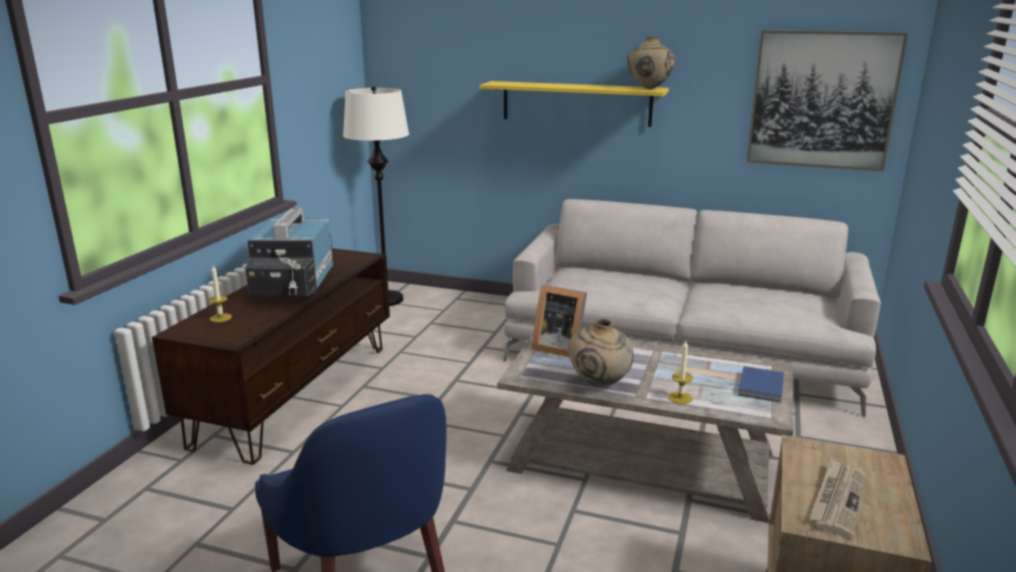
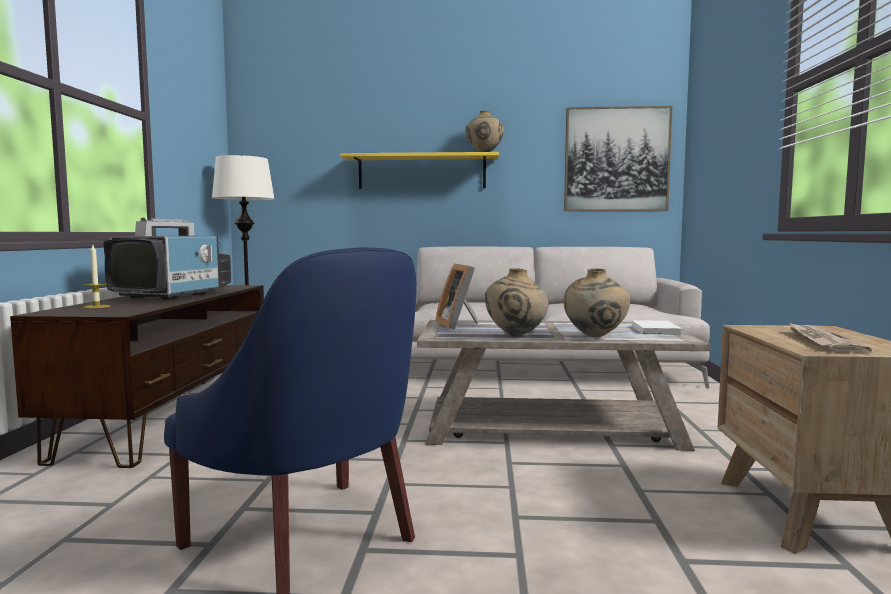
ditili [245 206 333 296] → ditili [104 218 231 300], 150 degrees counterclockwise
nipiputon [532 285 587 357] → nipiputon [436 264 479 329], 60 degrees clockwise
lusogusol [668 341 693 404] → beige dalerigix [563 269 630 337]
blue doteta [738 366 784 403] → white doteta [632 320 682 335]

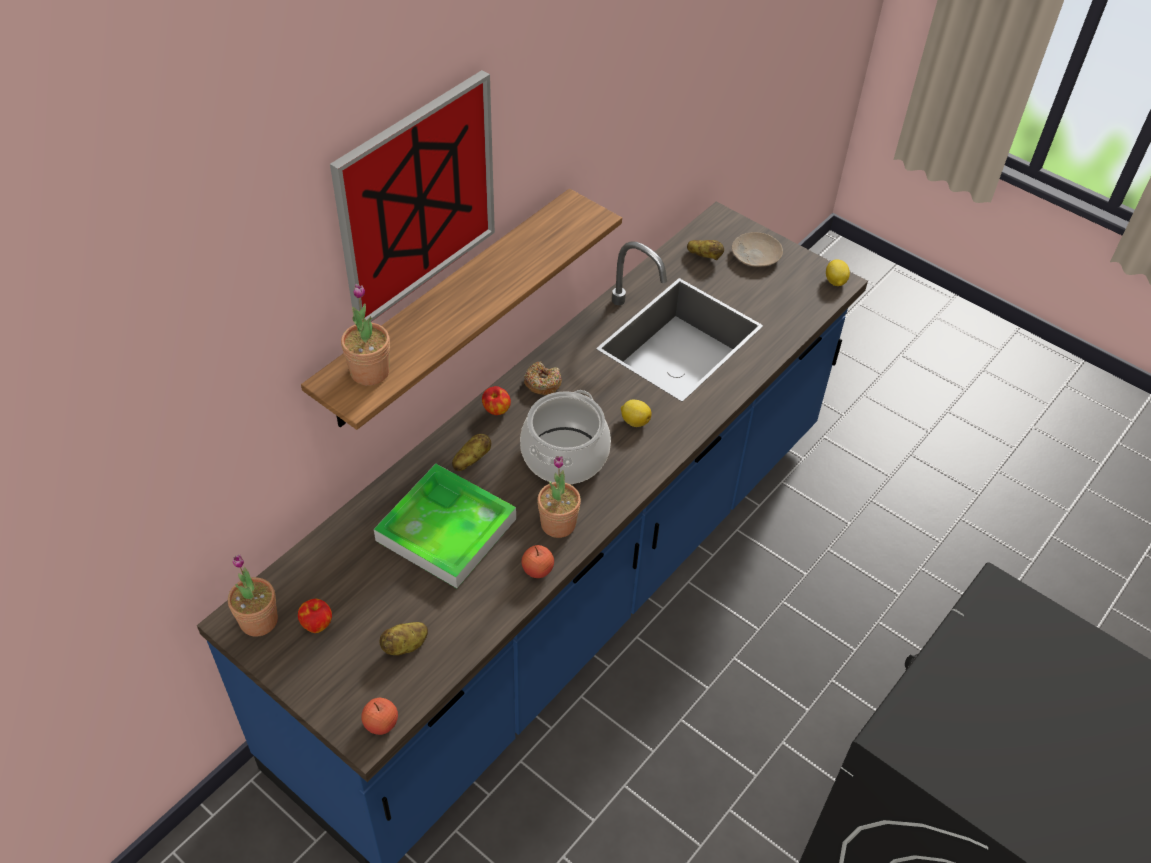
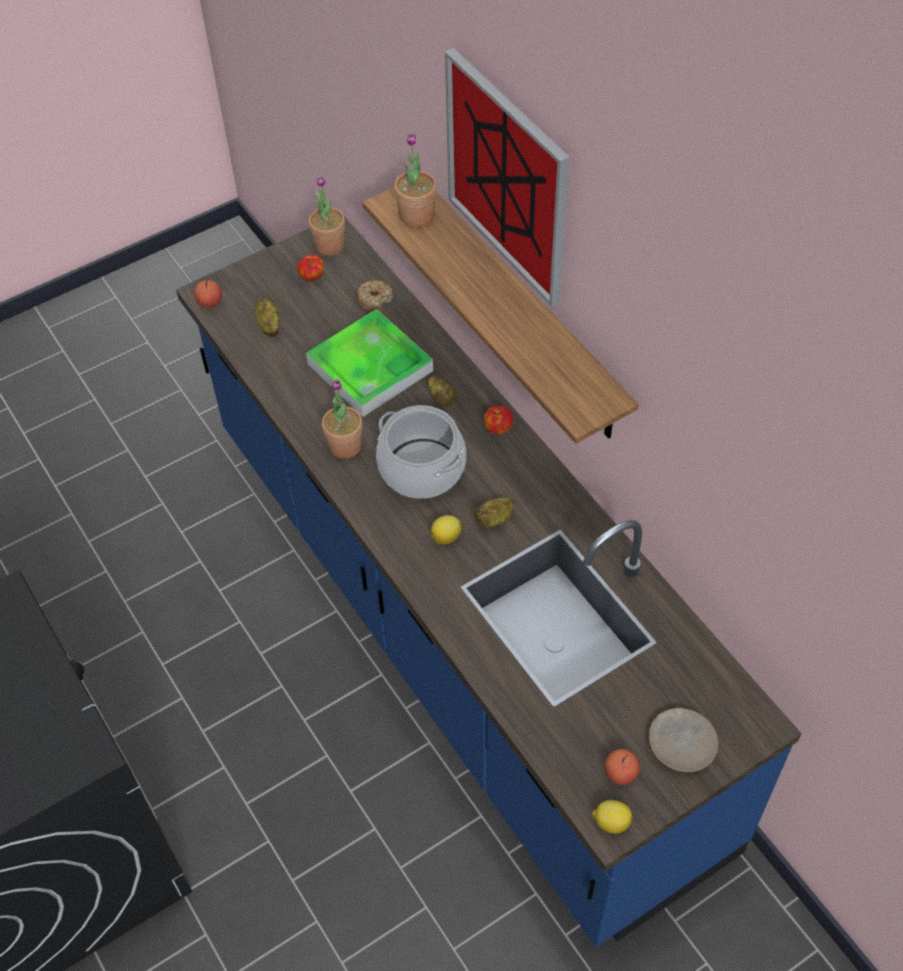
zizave [524 361 562 395] → zizave [356 280 393 312], moved
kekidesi [687 240 724 260] → kekidesi [475 497 514 528], moved
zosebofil [521 545 554 578] → zosebofil [604 749 640 785], moved

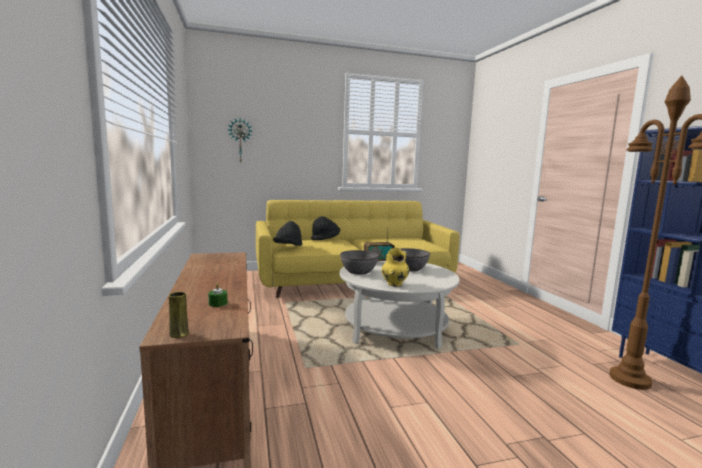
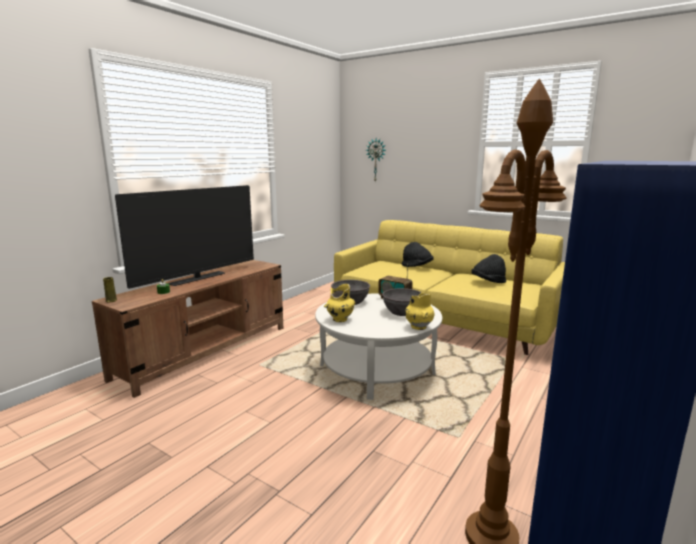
- → ditili [115 185 254 289]
- → yellow dalerigix [405 292 434 330]
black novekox [273 221 302 246] → black novekox [472 254 506 283], moved

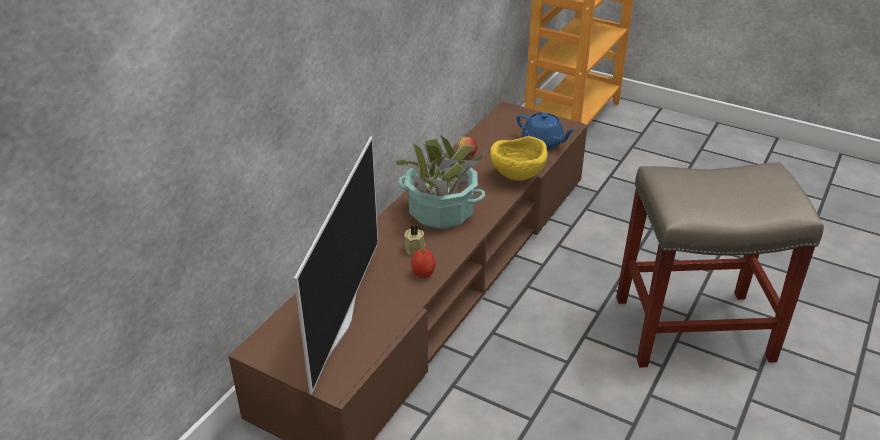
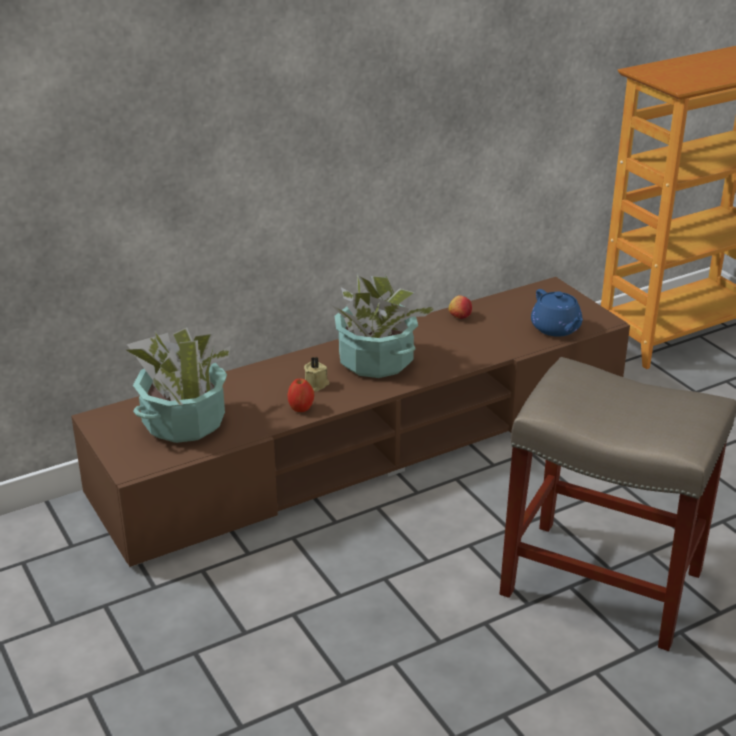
ditili [294 136 378 394] → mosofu [124 327 231 443]
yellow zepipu [490 136 548 181] → -

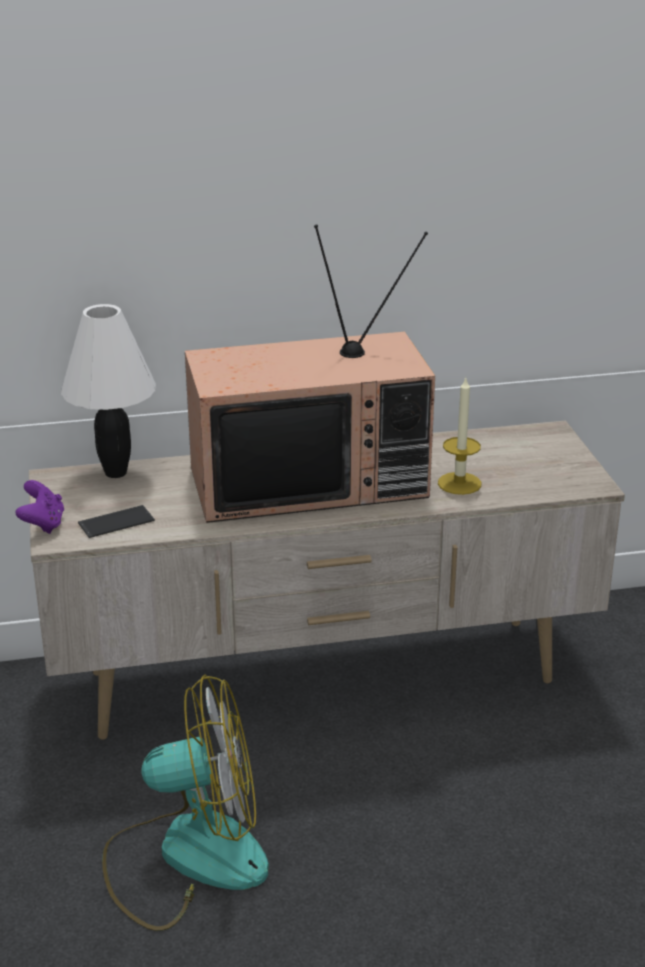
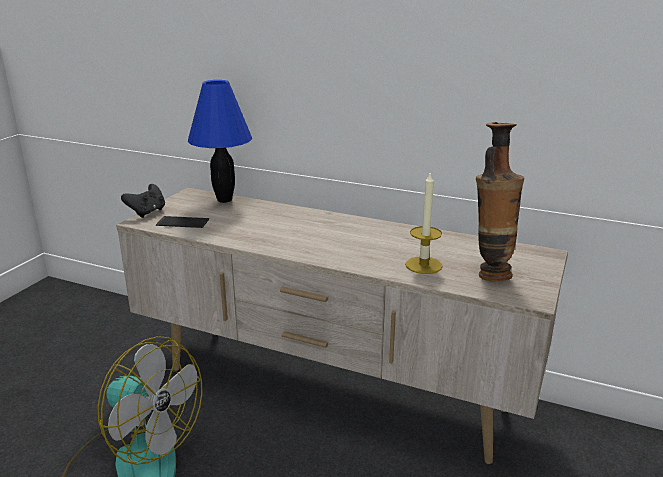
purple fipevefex [15 480 64 534] → black fipevefex [121 184 165 218]
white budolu [61 304 156 478] → blue budolu [188 80 252 203]
- → dalerigix [476 122 524 282]
ditili [185 224 435 523] → -

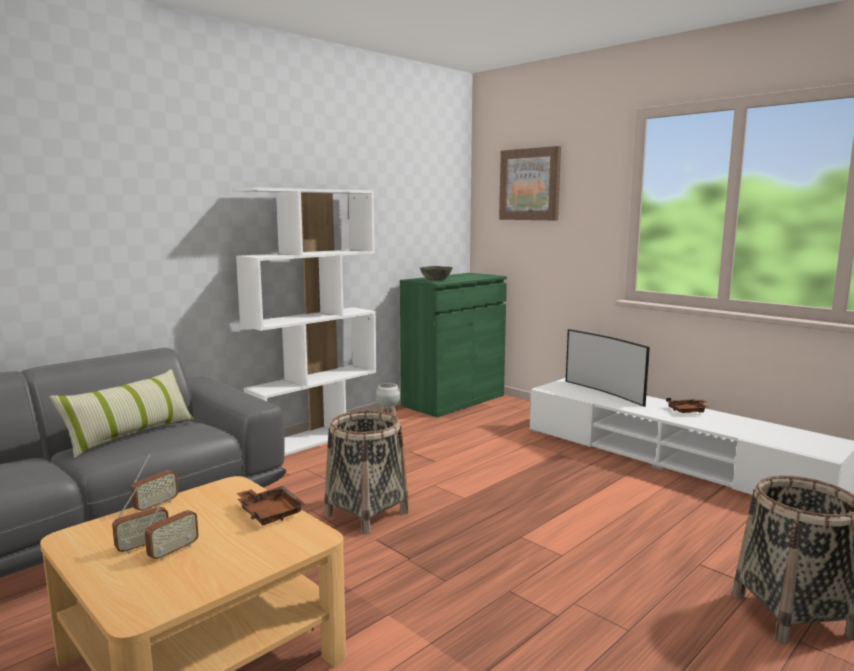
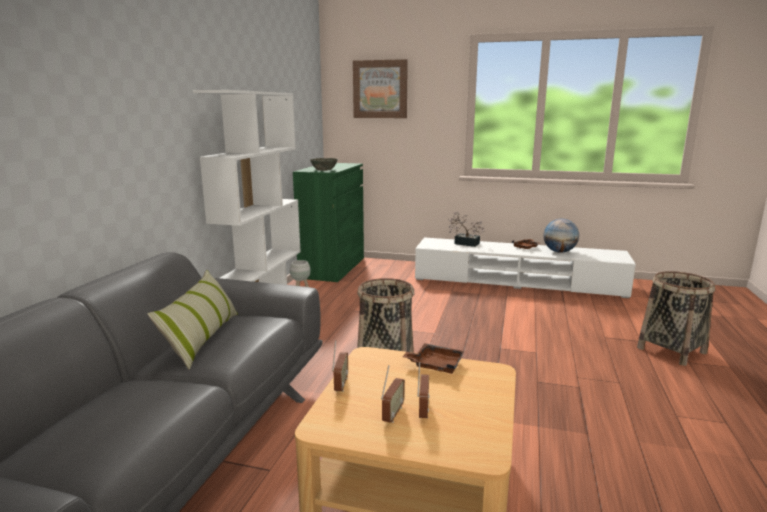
ditili [566 329 650 407] → mosofu [448 212 485 247]
- → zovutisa [543 219 579 253]

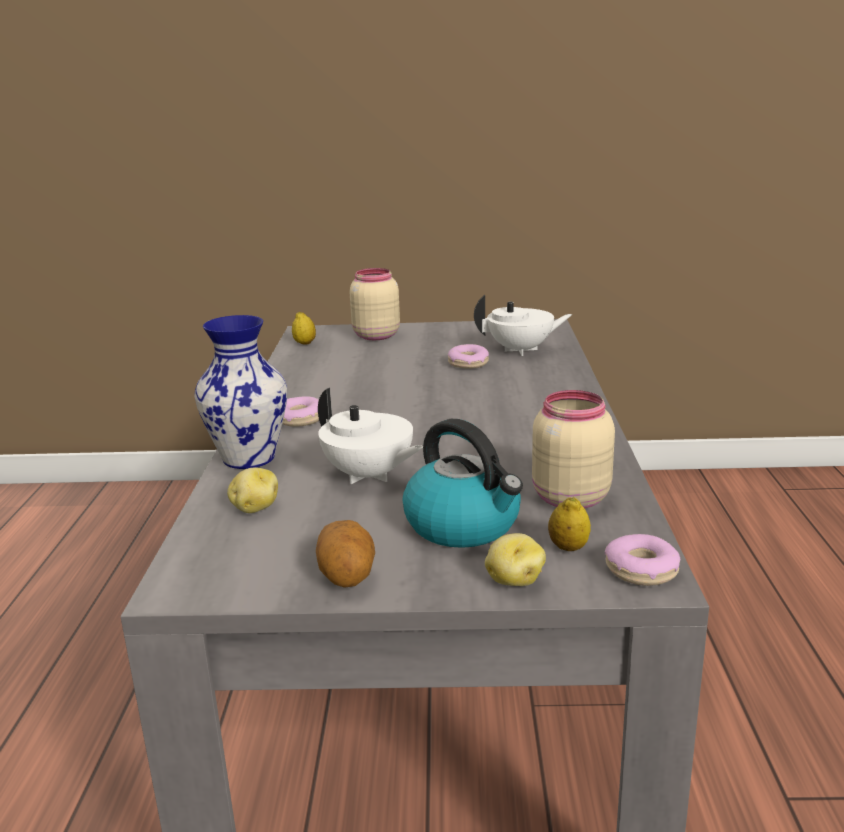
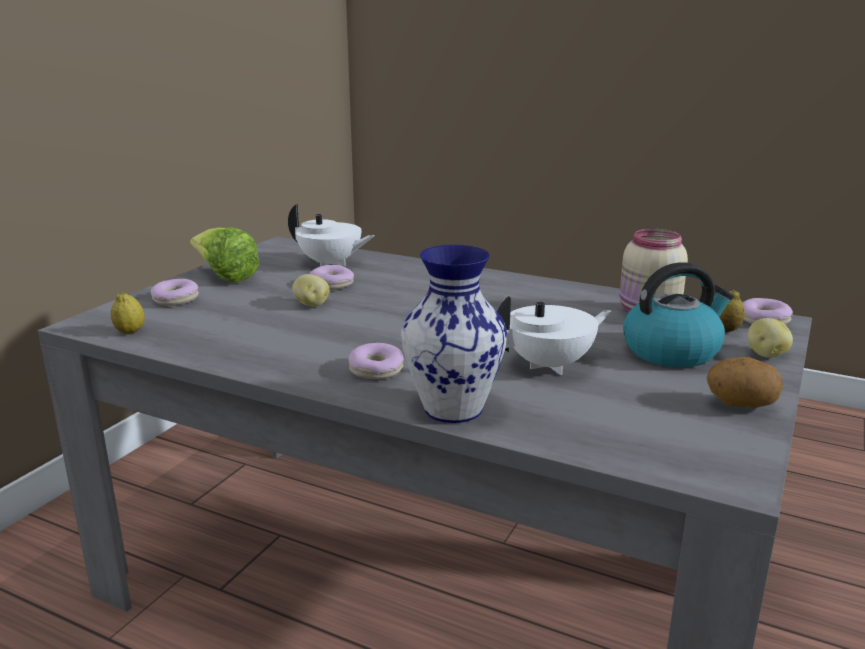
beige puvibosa [350 268 400 340] → zizave [151 279 199 306]
- → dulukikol [190 227 260 283]
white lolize [474 295 572 356] → white lolize [288 204 375 266], 90 degrees clockwise
kekidesi [227 468 278 513] → kekidesi [292 274 330 307], moved

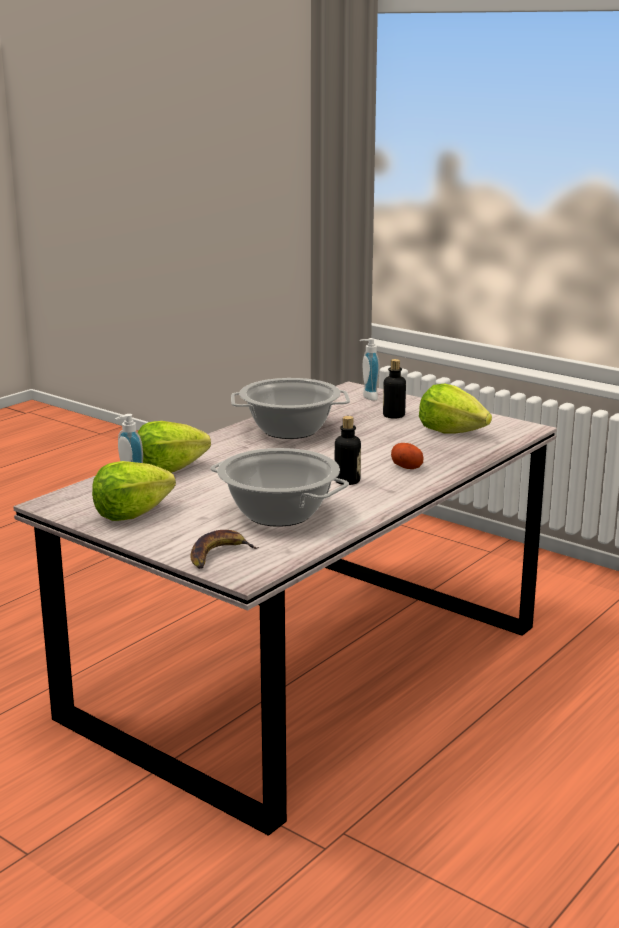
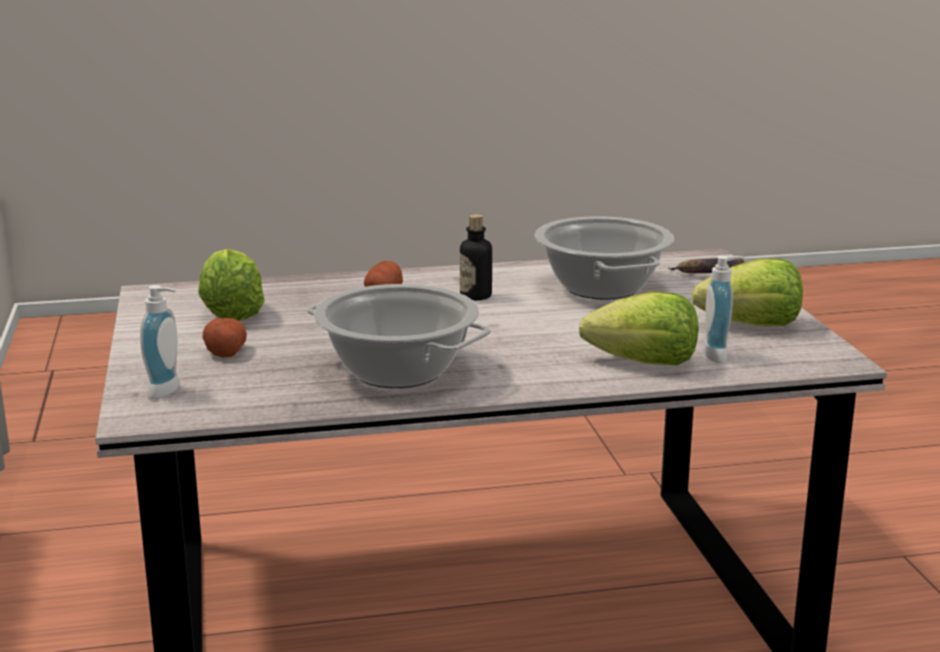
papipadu [383 359 406 419] → kekidesi [202 318 247 358]

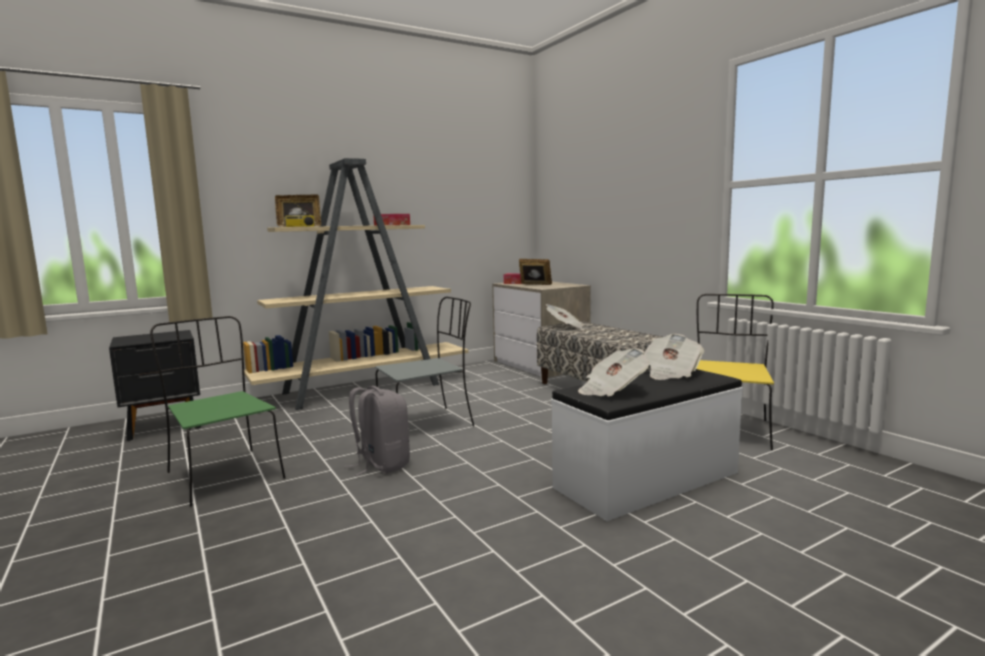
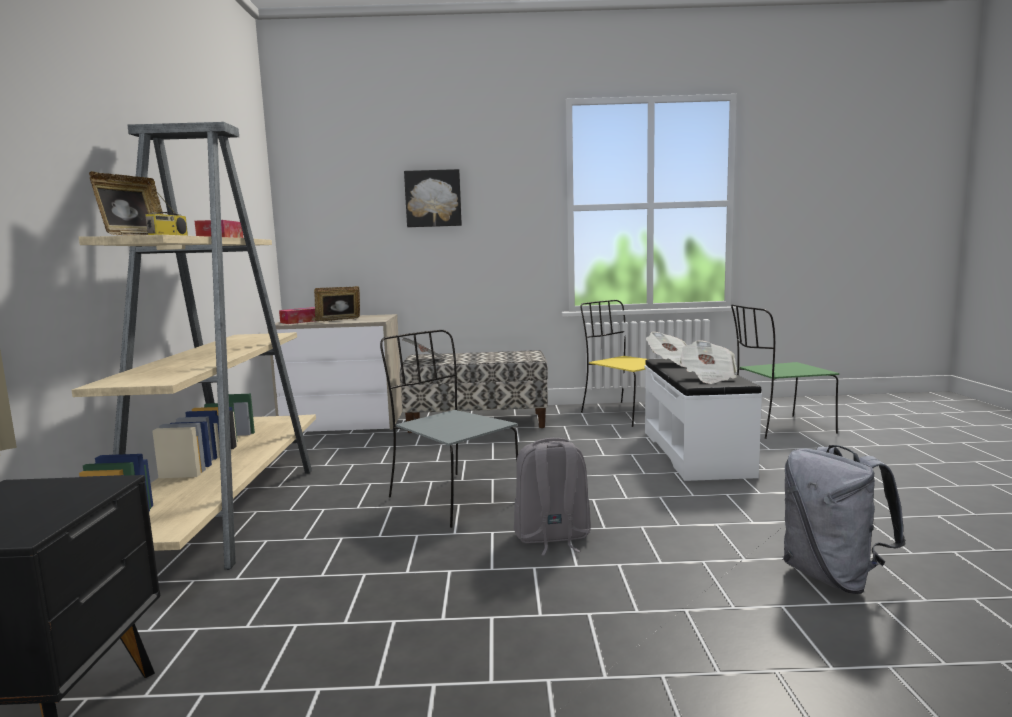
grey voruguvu [375 297 474 427] → grey voruguvu [380 330 518 528], 45 degrees counterclockwise
- → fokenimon [404 169 462 227]
green voruguvu [150 316 285 507] → green voruguvu [731 304 839 439], moved
- → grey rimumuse [783 445 905 594]

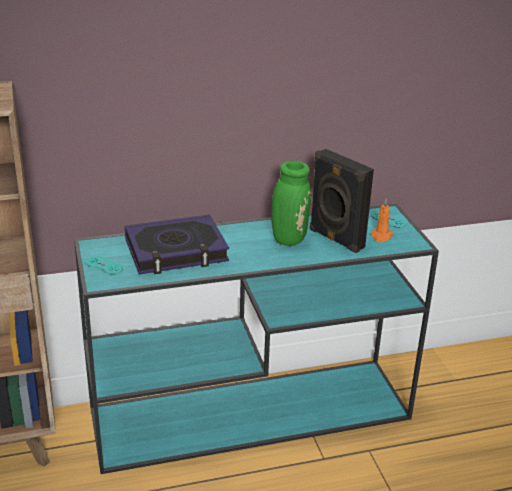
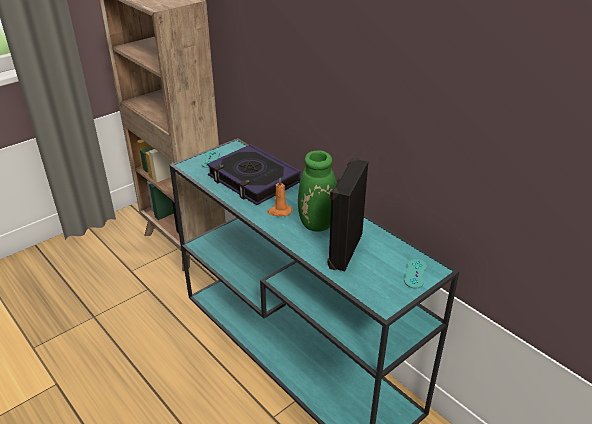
orange lusogusol [371 199 393 242] → orange lusogusol [267 178 292 216], moved

